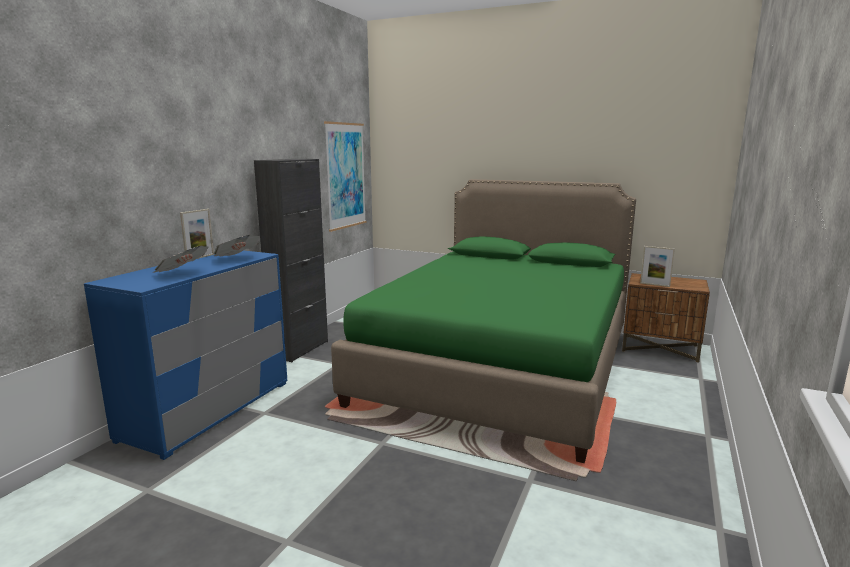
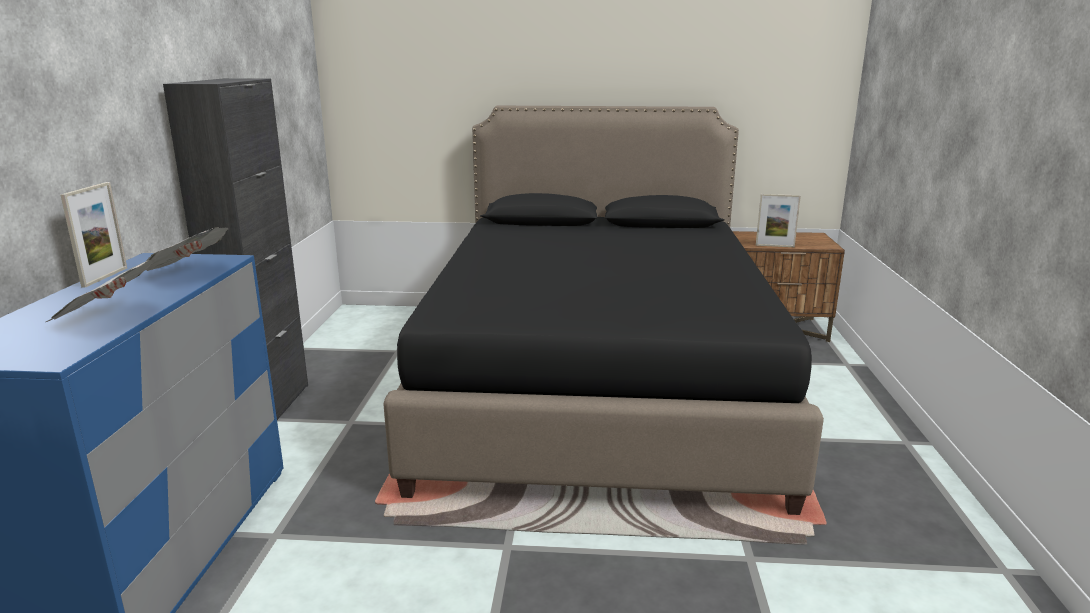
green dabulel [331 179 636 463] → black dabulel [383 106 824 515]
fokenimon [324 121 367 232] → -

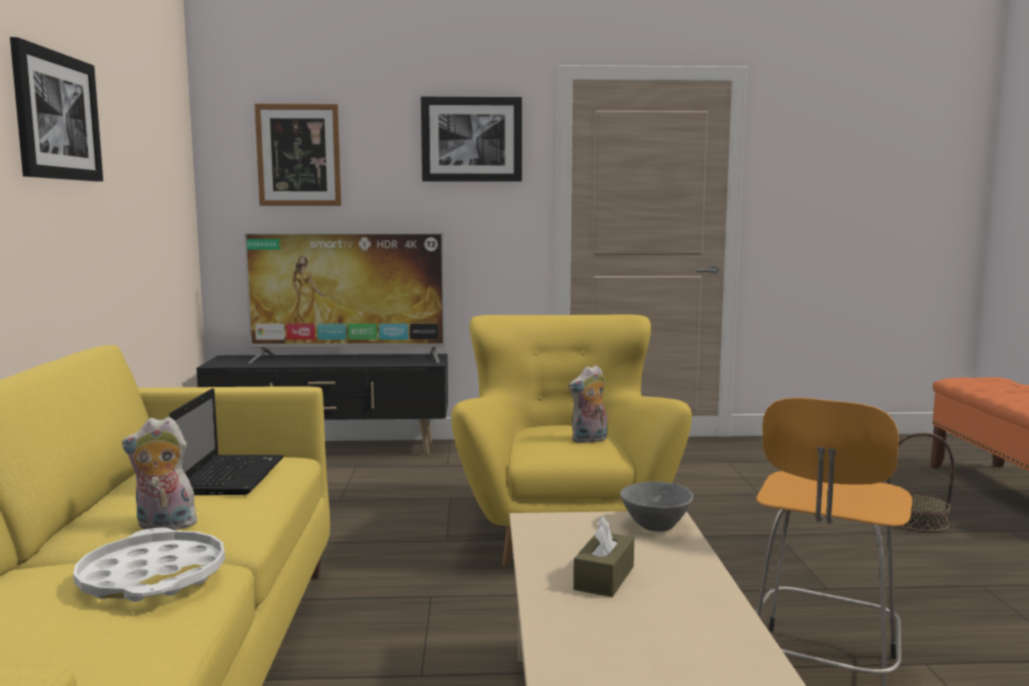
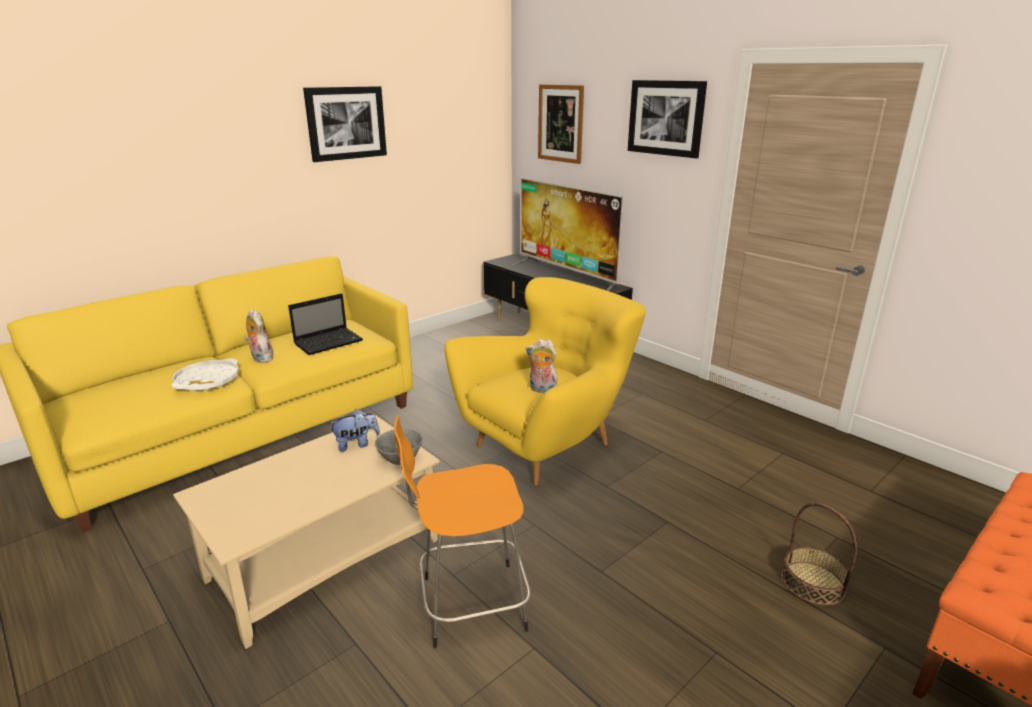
- → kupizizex [328 409 380 452]
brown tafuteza [573 516 634 597] → -

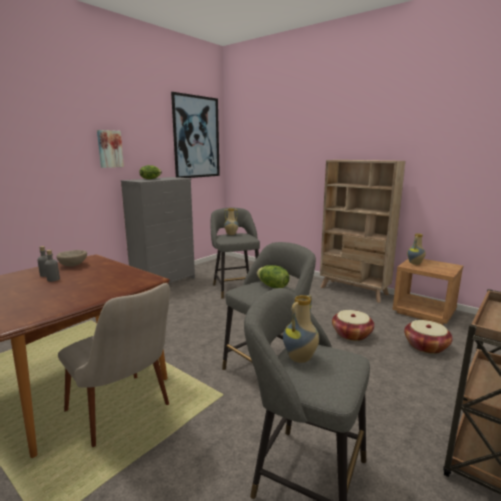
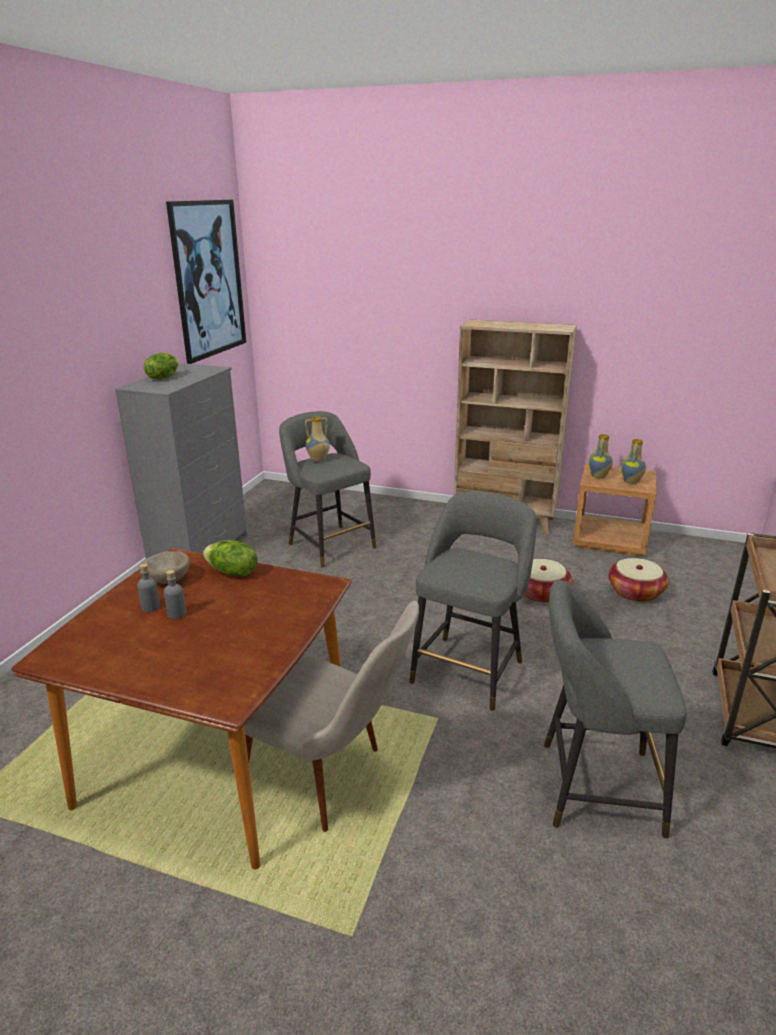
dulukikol [257 265 290 288] → dulukikol [203 540 258 576], moved
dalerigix [283 295 319 363] → dalerigix [621 438 646 484], moved
fokenimon [97 130 124 168] → -

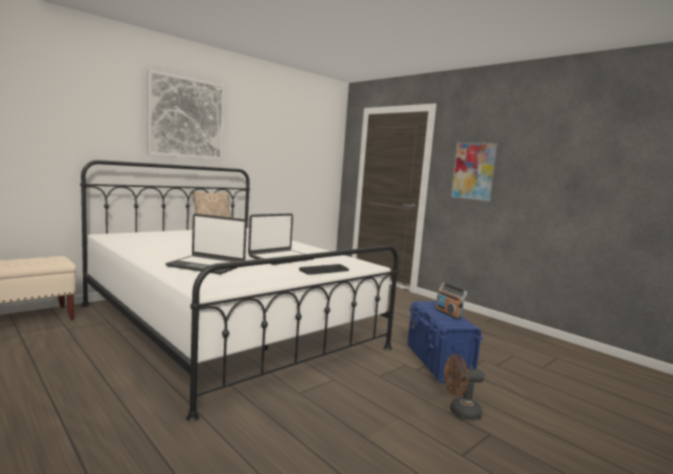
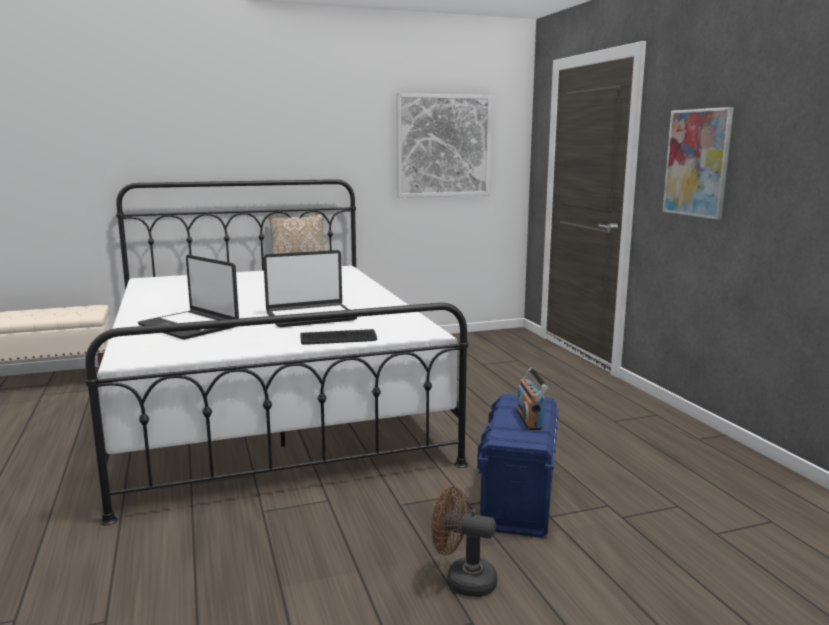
fokenimon [147 69 225 160] → fokenimon [396 93 492 198], moved

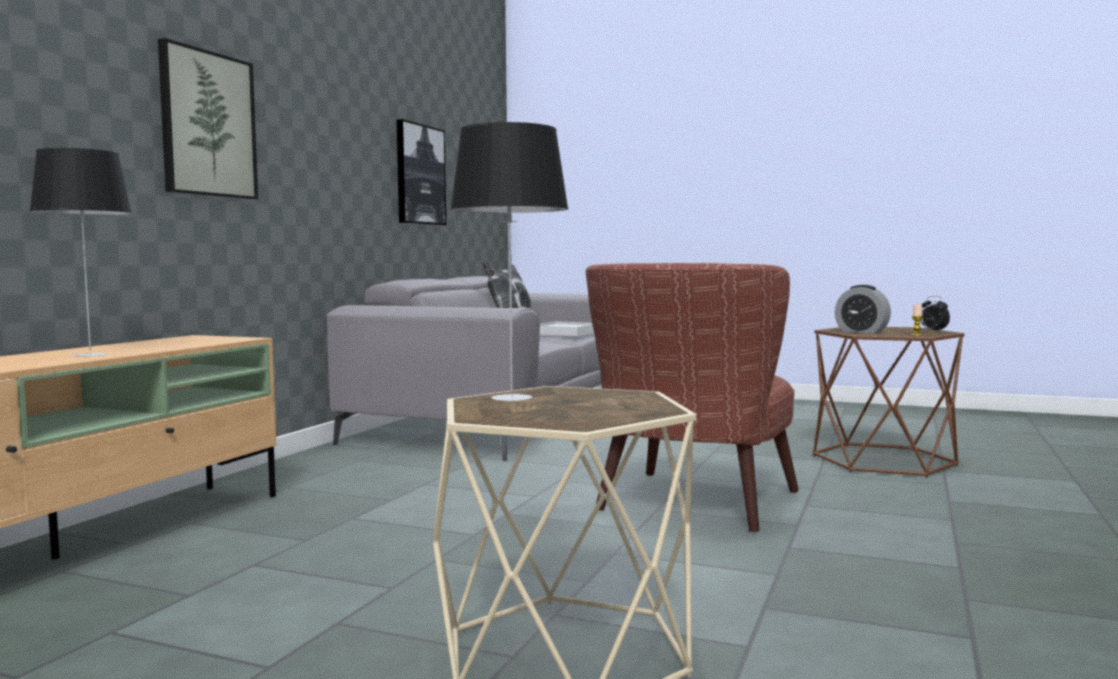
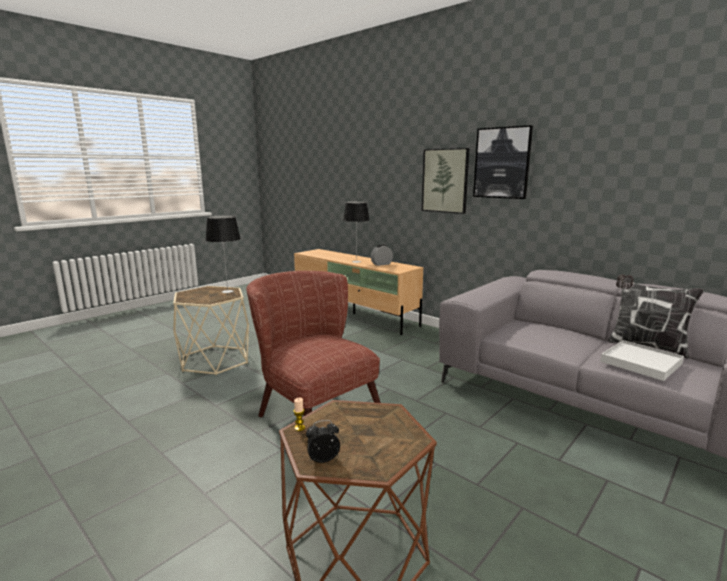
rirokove [835 285 891 333] → rirokove [371 245 393 266], moved
fokenimon [397 119 446 226] → fokenimon [473 125 533 199], moved

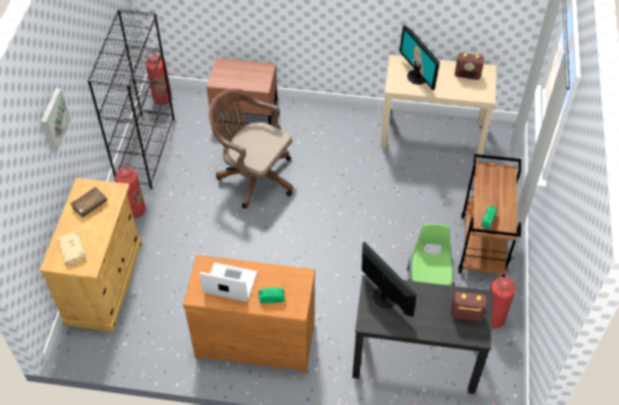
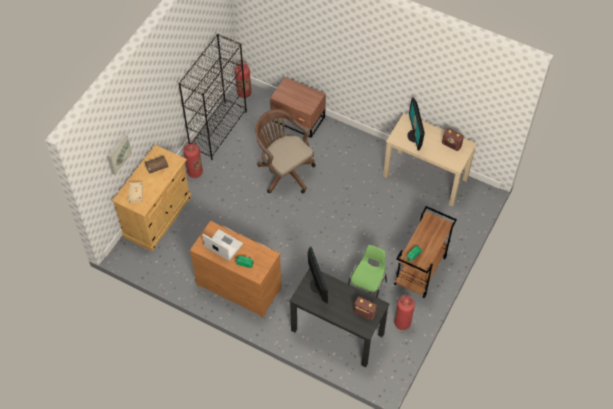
fokenimon [40 88 71 153] → fokenimon [107 134 132 175], moved

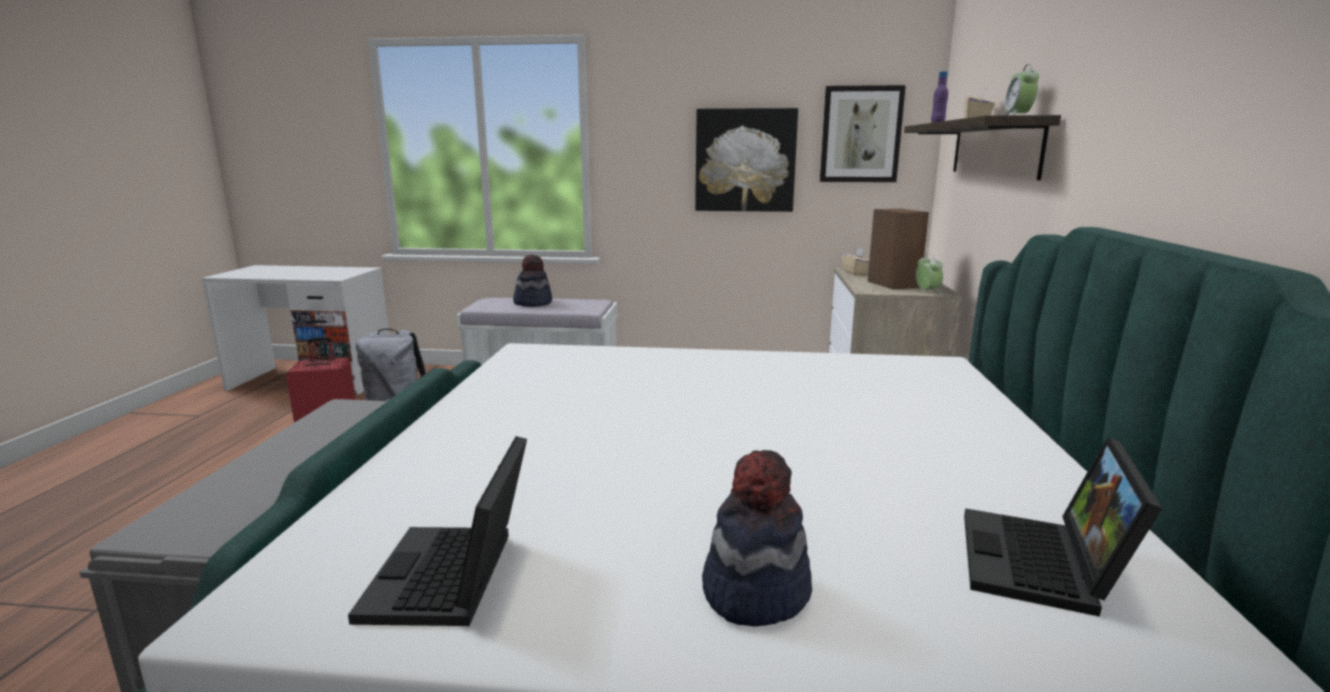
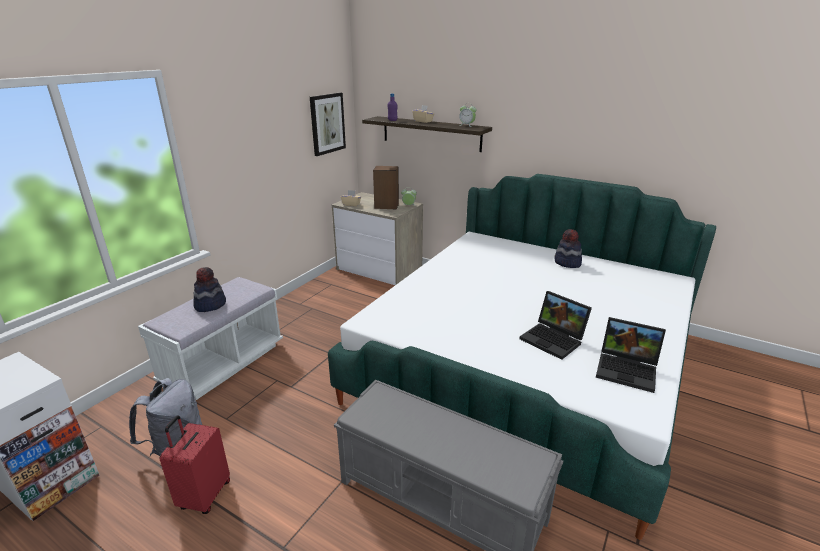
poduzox [964 437 1163 617] → poduzox [520 291 592 360], moved
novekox [702 450 812 626] → novekox [554 229 582 268], moved
fokenimon [695 108 798 212] → -

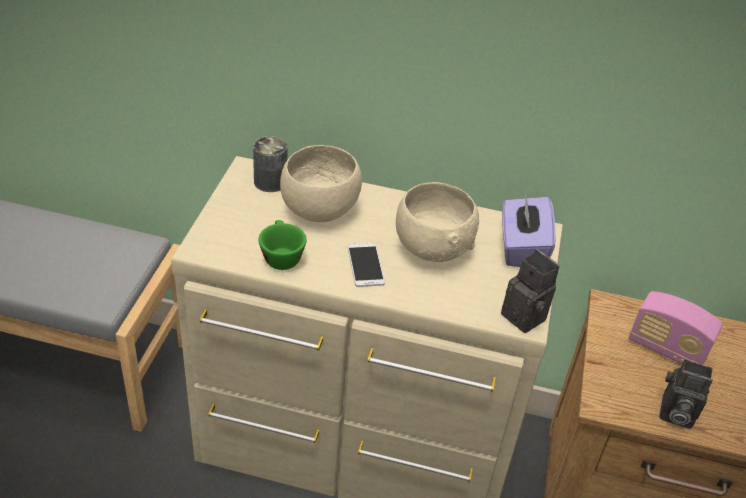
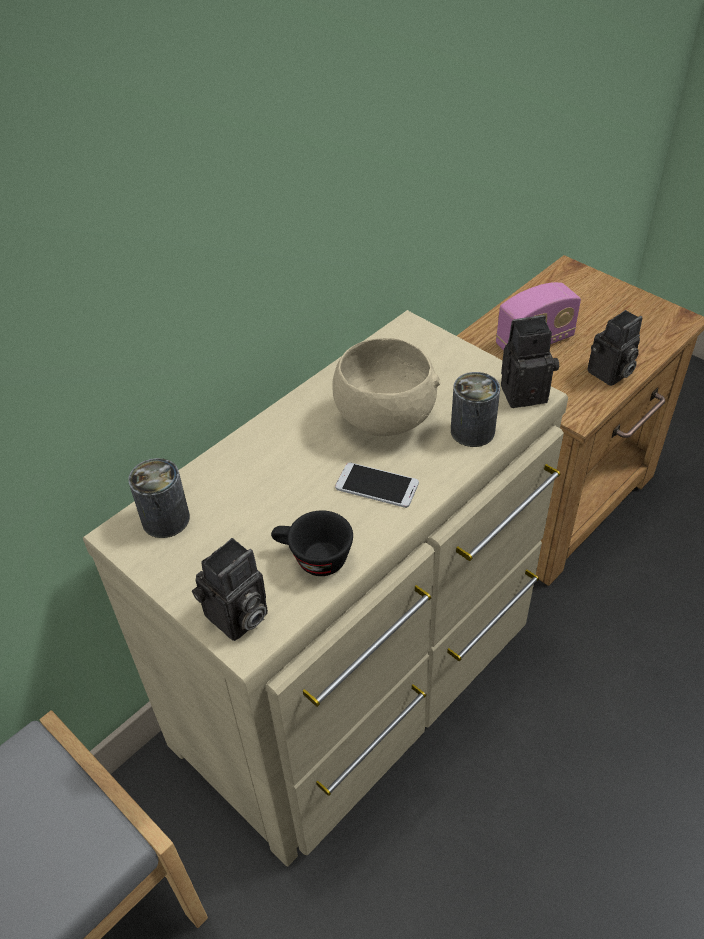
- → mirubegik [192 538 268 641]
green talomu [259 220 306 270] → black talomu [271 510 353 576]
- → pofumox [451 372 500 447]
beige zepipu [280 145 362 222] → -
purple tafuteza [502 192 556 267] → -

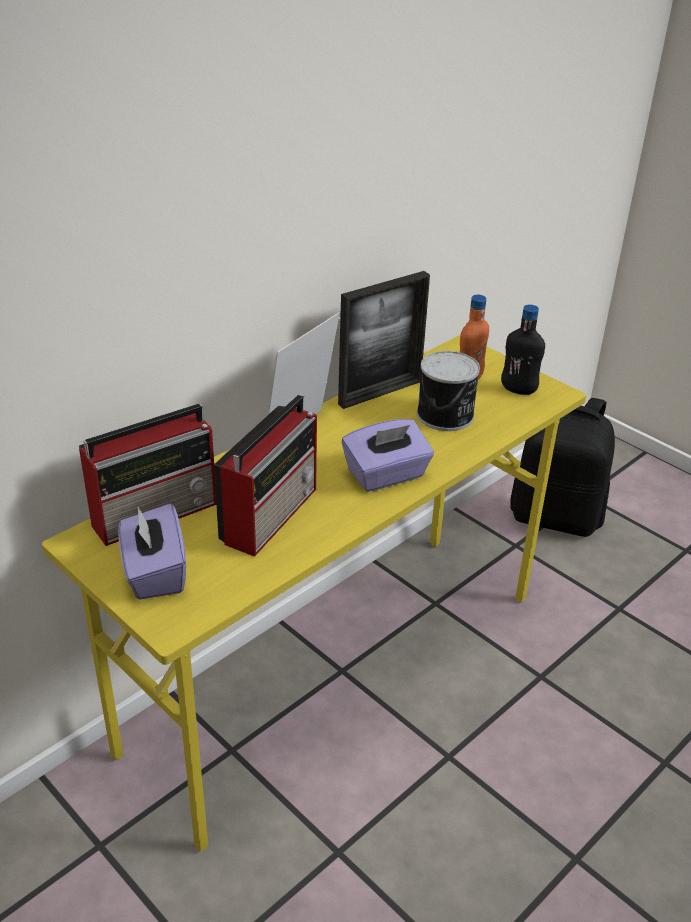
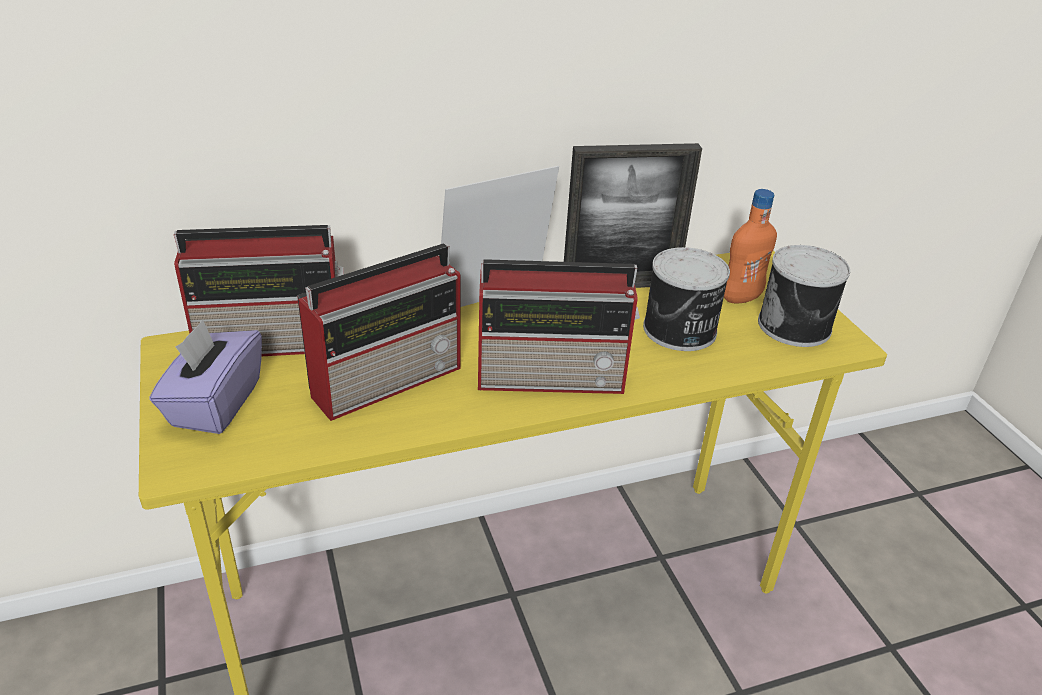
purple tafuteza [342 419 434 492] → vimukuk [478 259 640 394]
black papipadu [501 305 545 395] → pofumox [758 245 850 347]
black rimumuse [510 398 615 537] → -

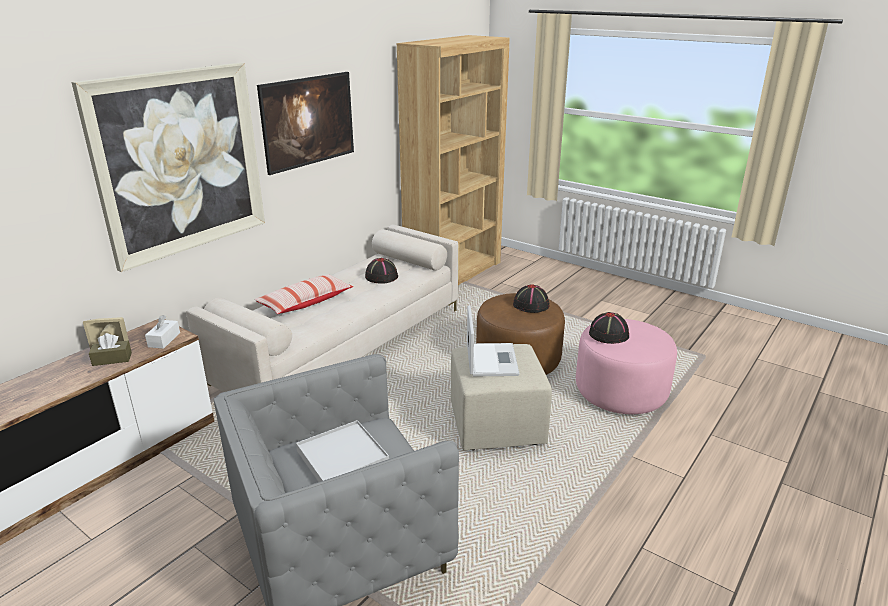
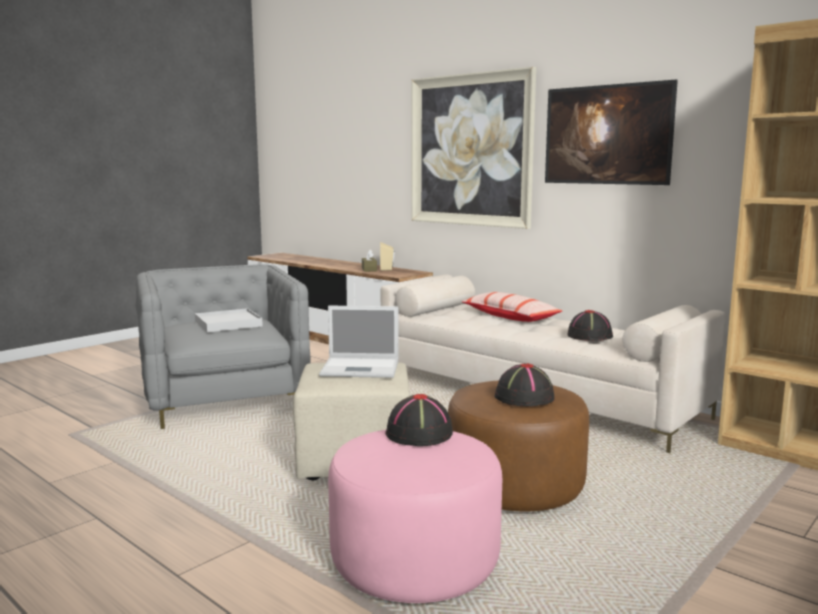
white tafuteza [145 315 180 349] → -

